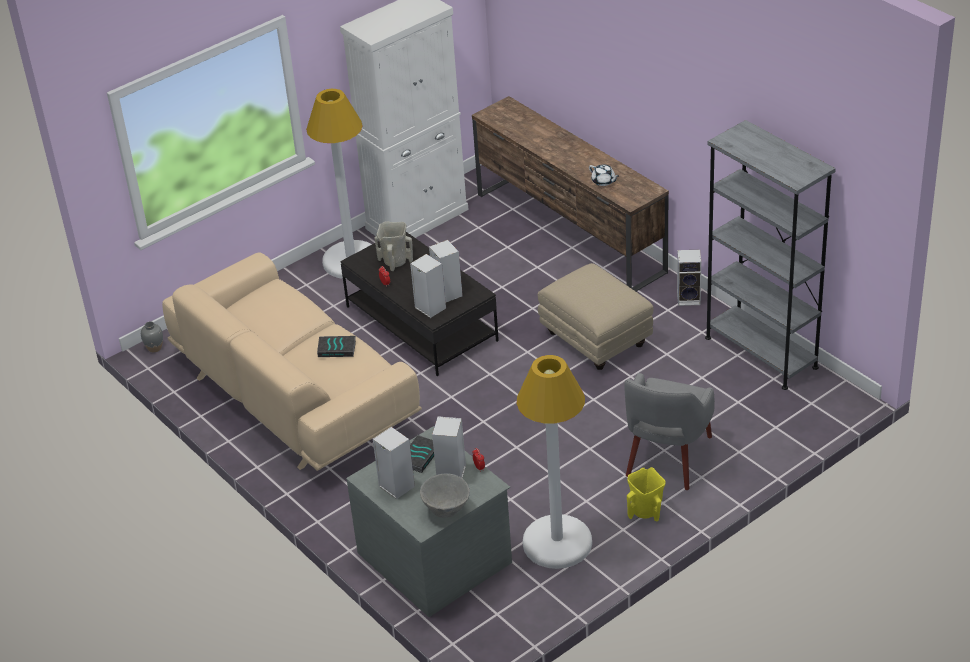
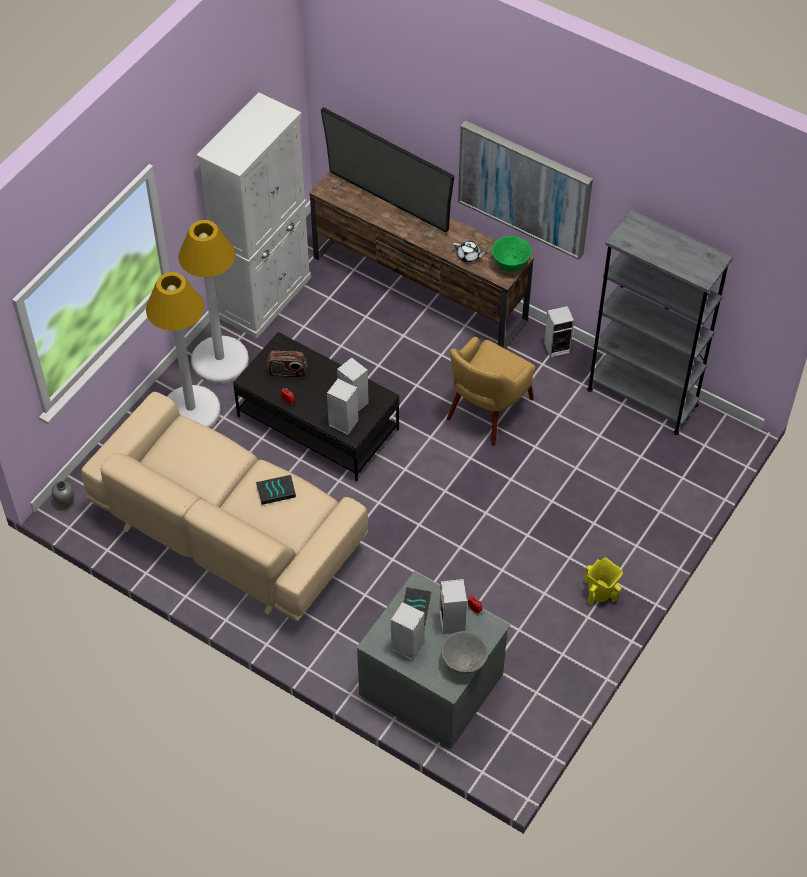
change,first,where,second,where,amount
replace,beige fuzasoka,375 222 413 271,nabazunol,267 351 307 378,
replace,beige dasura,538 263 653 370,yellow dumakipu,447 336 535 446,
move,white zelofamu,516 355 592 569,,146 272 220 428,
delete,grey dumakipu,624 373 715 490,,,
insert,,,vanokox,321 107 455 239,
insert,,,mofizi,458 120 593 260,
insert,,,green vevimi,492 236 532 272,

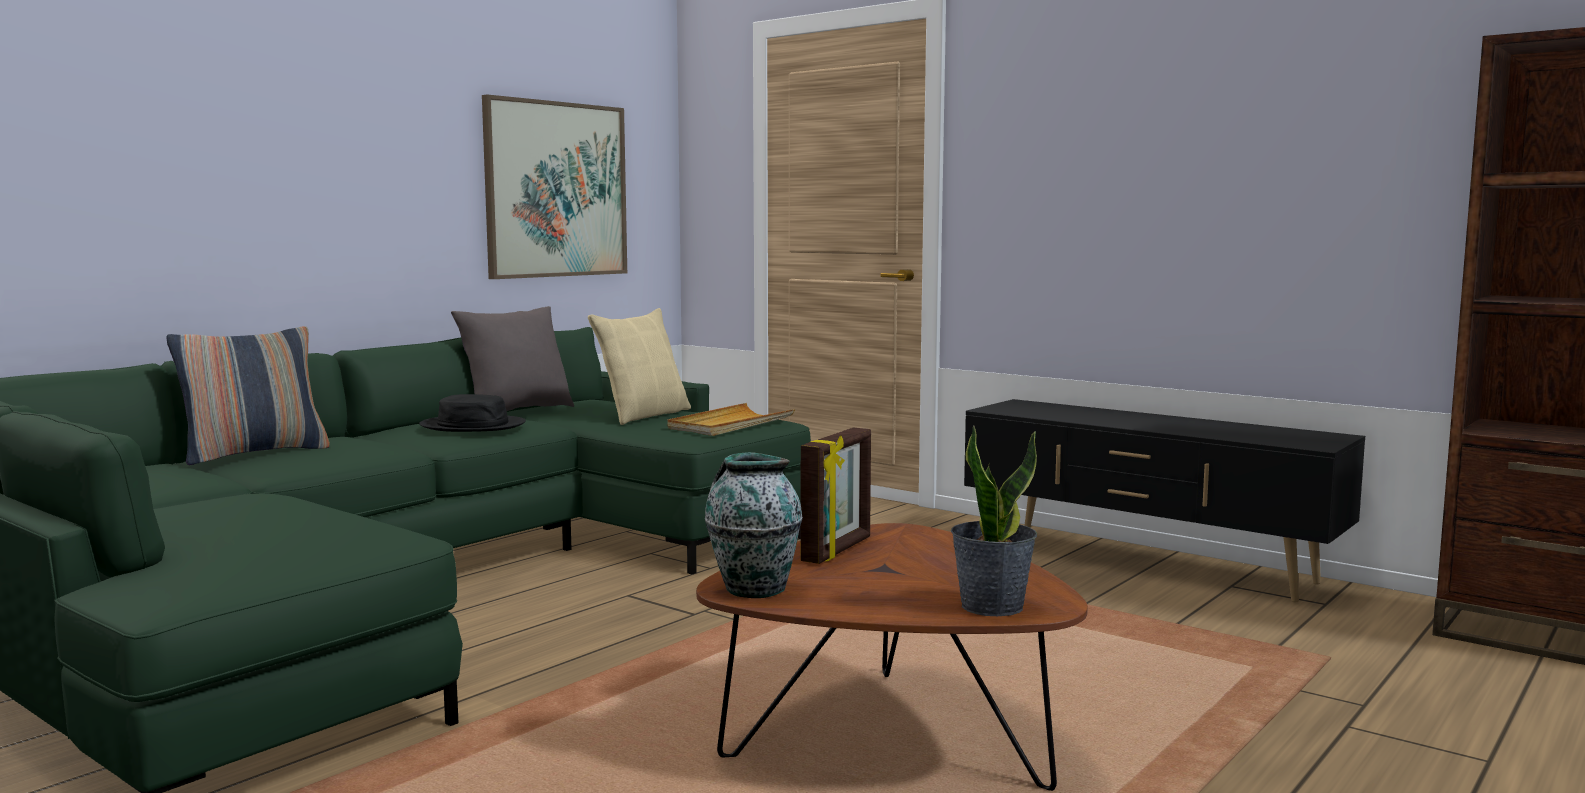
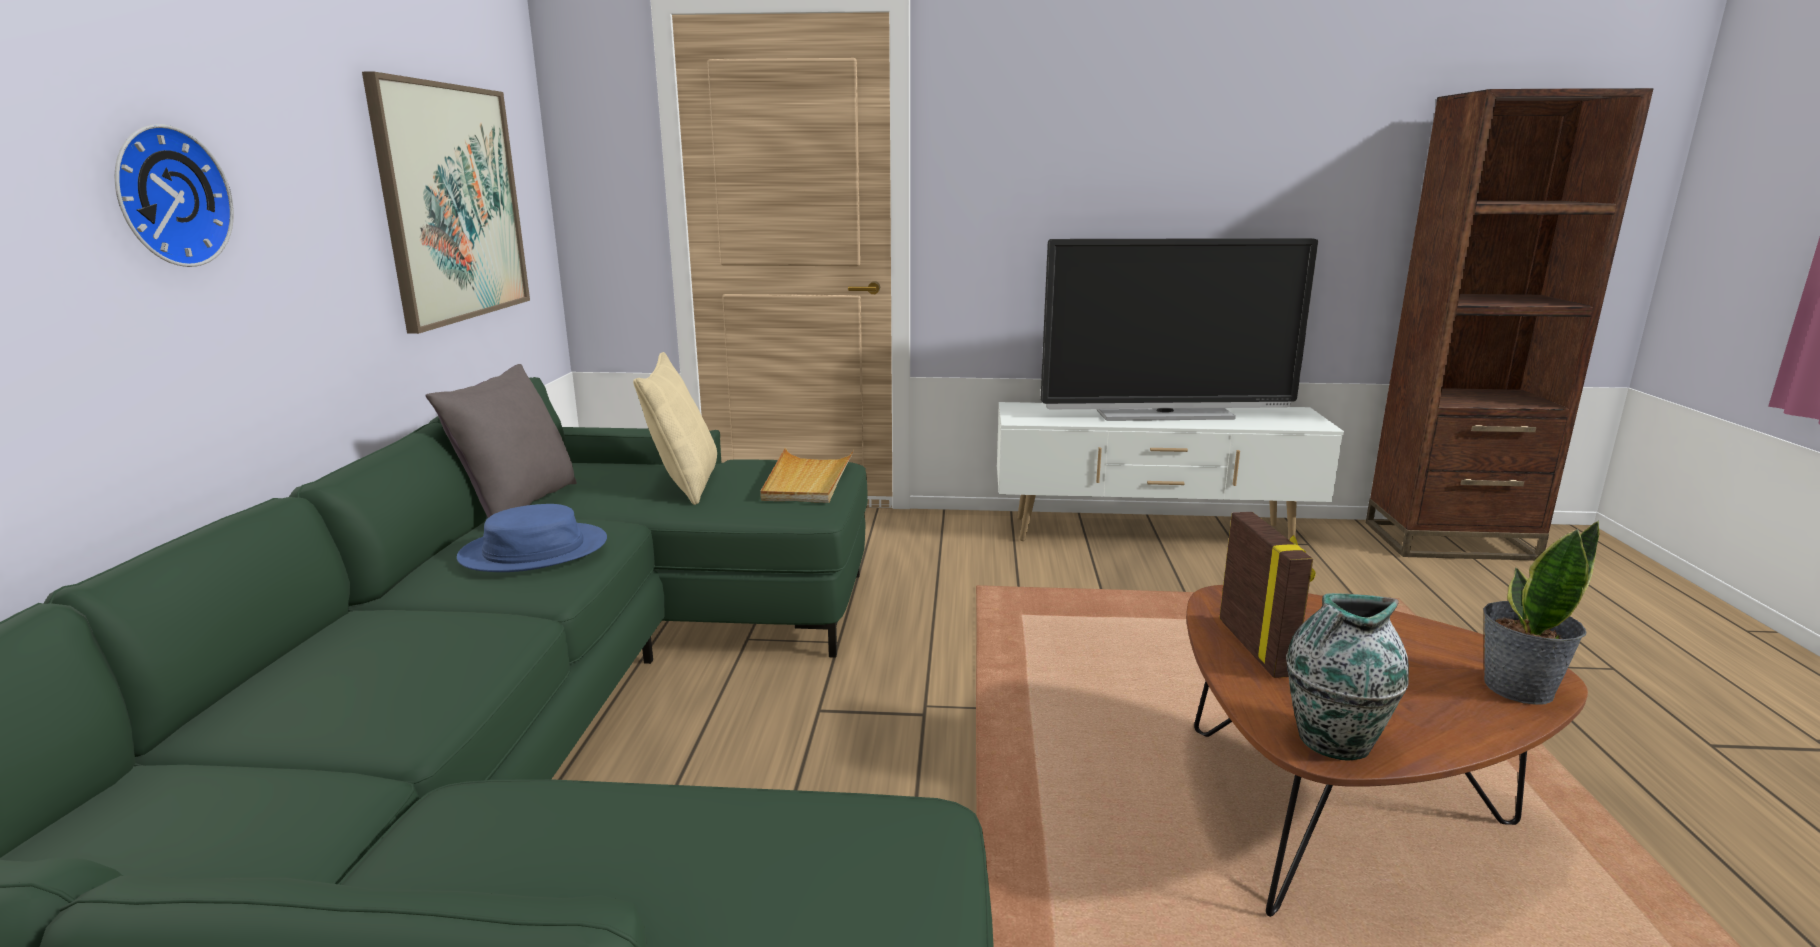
change,first,where,second,where,amount
delete,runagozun,166 326 330 465,,,
recolor,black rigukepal,419 394 526 432,blue rigukepal,457 504 607 572,
recolor,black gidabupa,964 399 1365 603,white gidabupa,997 402 1344 541,
insert,,,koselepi,115 124 234 267,
insert,,,vanokox,1041 238 1318 421,

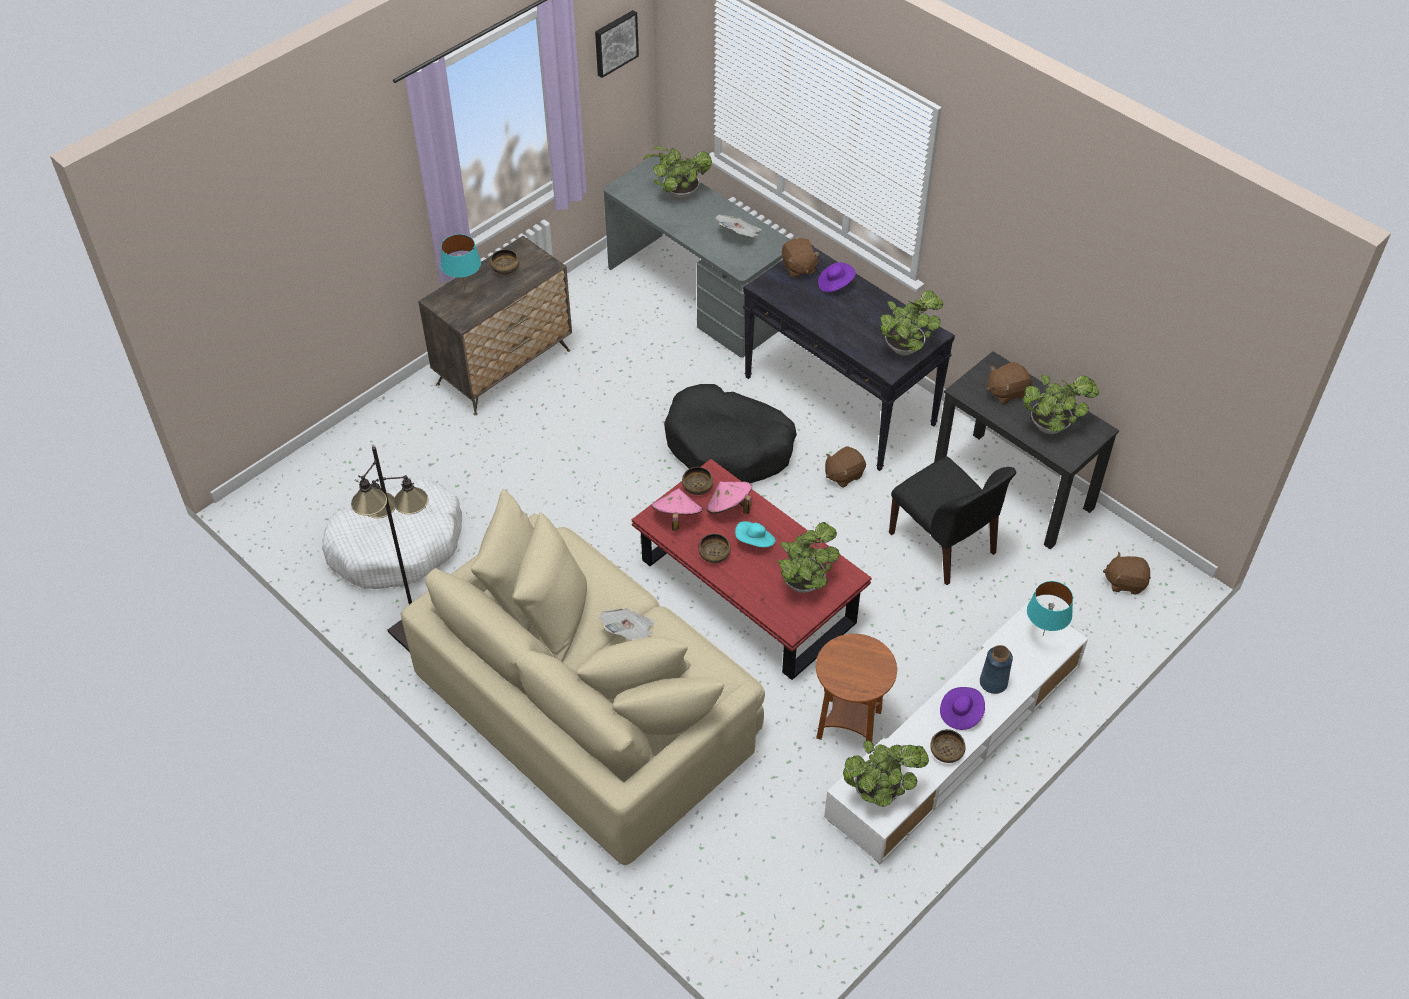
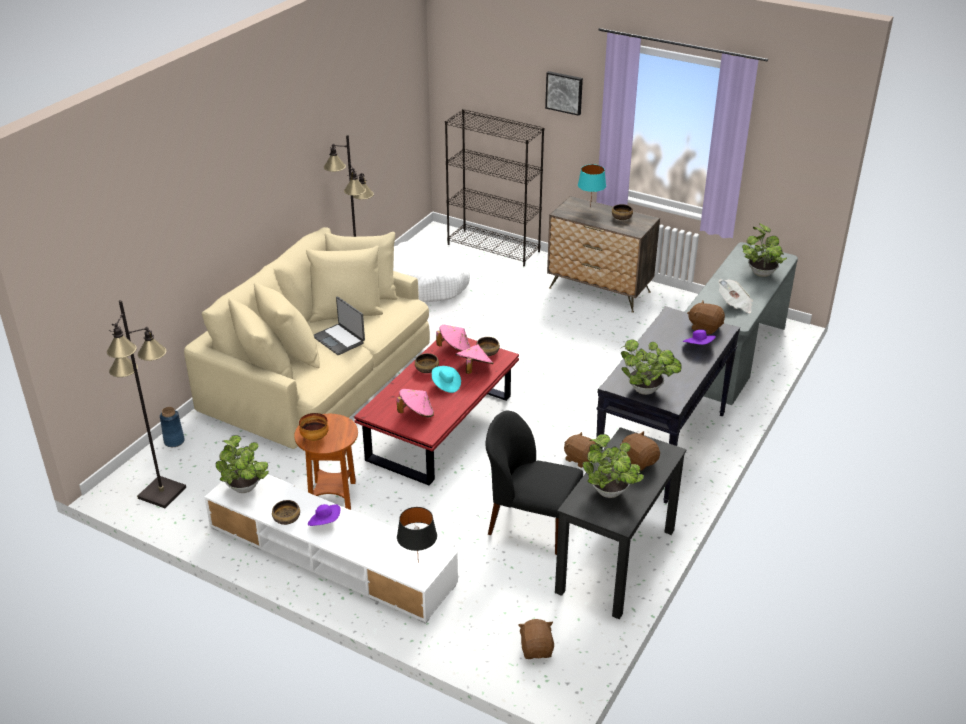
change,first,where,second,where,amount
move,mofizi,595 10 639 78,,545 71 583 116,
rotate,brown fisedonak,782 238 820 278,,687 301 725 335,60 degrees clockwise
delete,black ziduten,664 384 797 483,,,
rotate,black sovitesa,889 457 1016 585,,485 411 583 555,75 degrees clockwise
replace,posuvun,777 522 840 593,pink rigukepal,397 389 434 418,
recolor,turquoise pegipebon,1027 581 1073 636,black pegipebon,397 507 437 563,
replace,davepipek,599 608 655 640,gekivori,314 297 365 355,
move,blue fuzasoka,980 645 1013 694,,160 407 185 447,
insert,,,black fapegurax,445 109 544 266,
insert,,,black zelofamu,107 300 186 508,
insert,,,vevimi,299 413 329 441,

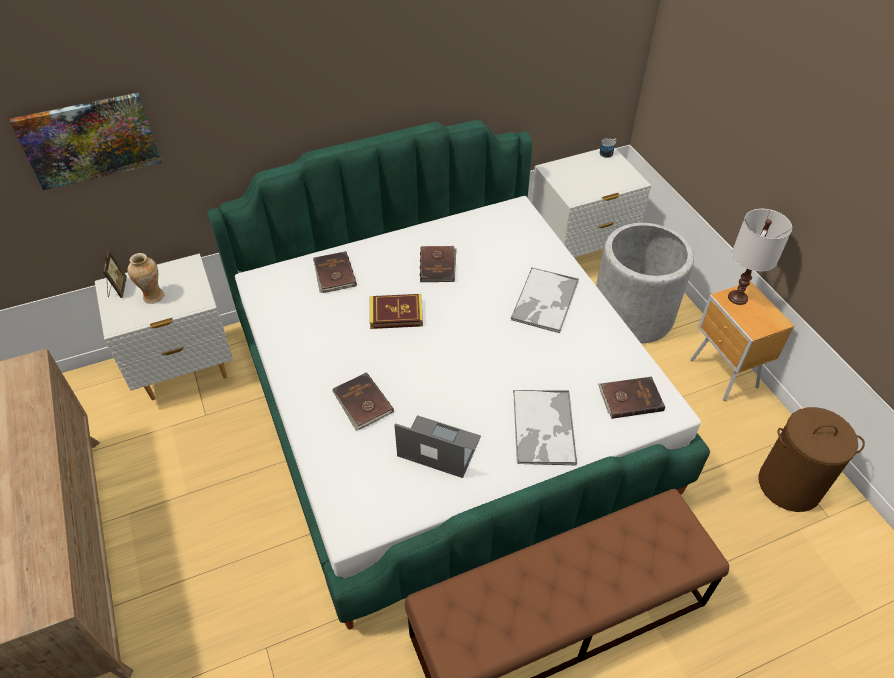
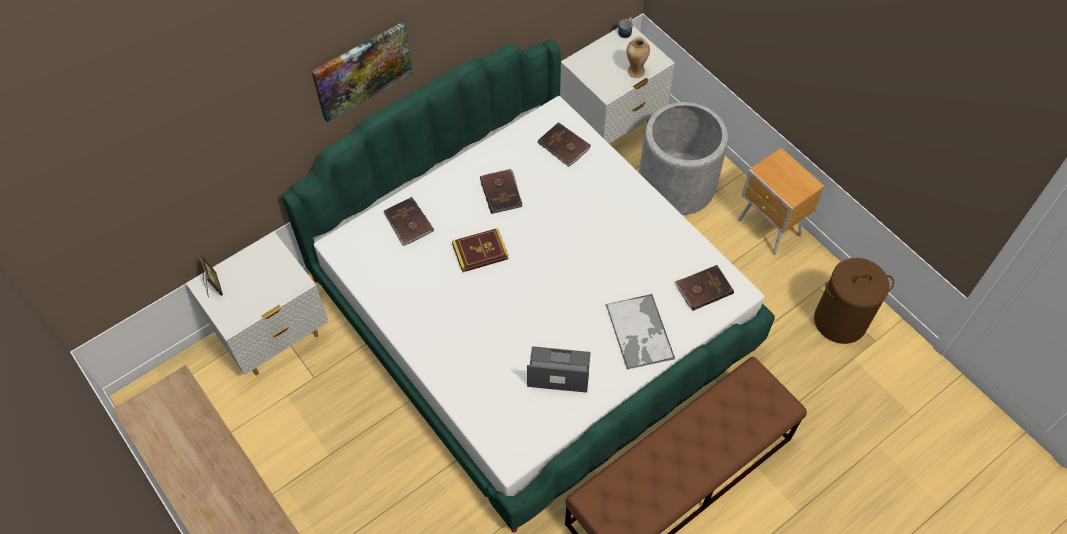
change,first,where,second,where,amount
move,mofizi,10 93 162 190,,311 22 413 122,
delete,white pegipebon,728 209 792 305,,,
move,fuzasoka,127 253 164 304,,626 36 650 78,
delete,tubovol,510 267 579 333,,,
move,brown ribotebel,333 372 394 431,,538 122 590 167,

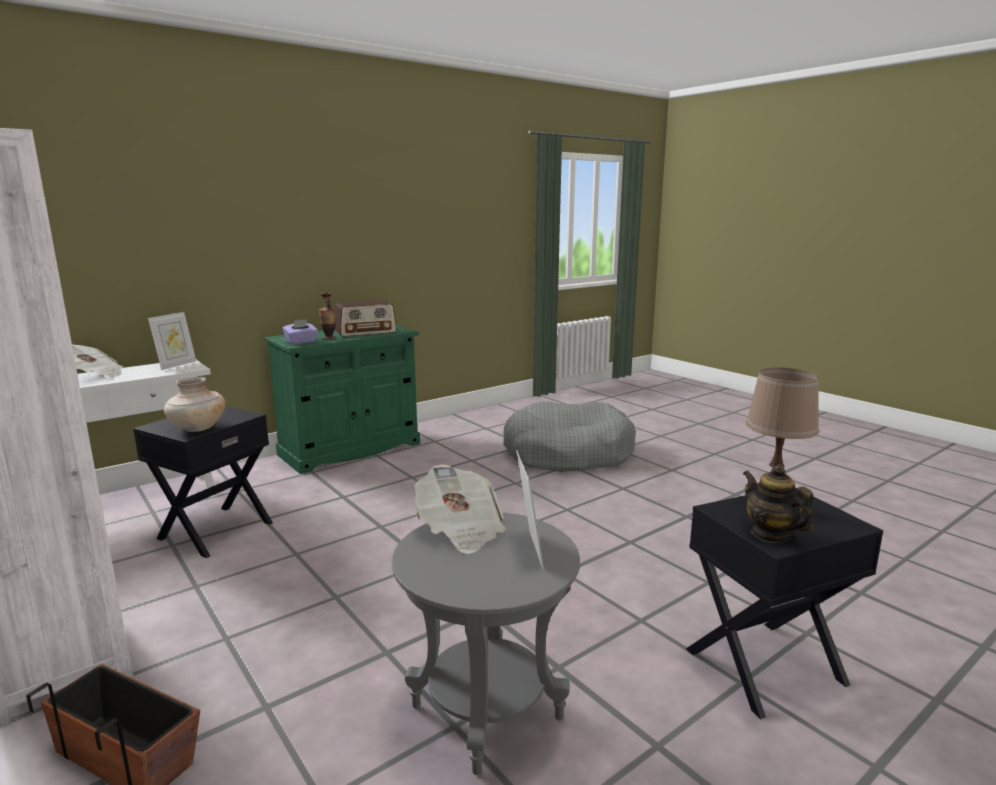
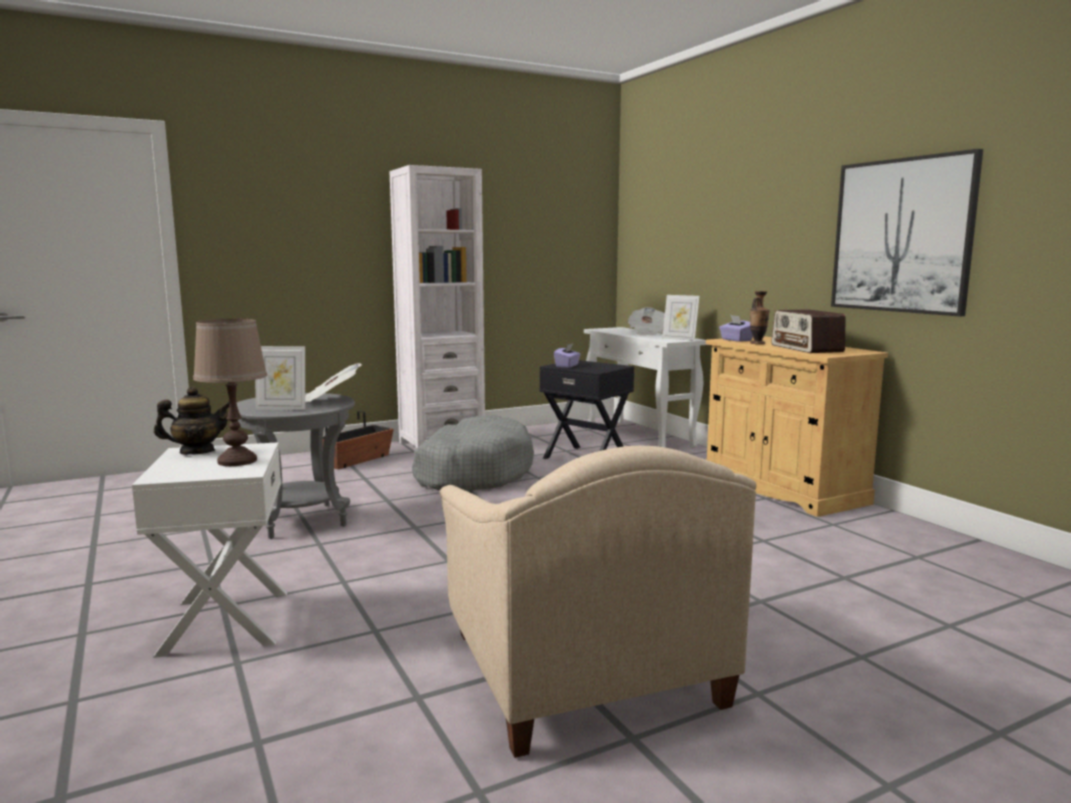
change,first,where,second,where,amount
recolor,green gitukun,264 325 420 474,beige gitukun,705 336 888 517,
replace,beige fuzasoka,164 377 225 432,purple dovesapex,554 343 581 368,
move,grey ziduten,503 402 636 472,,412 415 534 491,
recolor,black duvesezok,686 488 883 719,white duvesezok,132 442 287 658,
insert,,,mofizi,831 149 983 316,
insert,,,beige dumakipu,440 446 756 758,

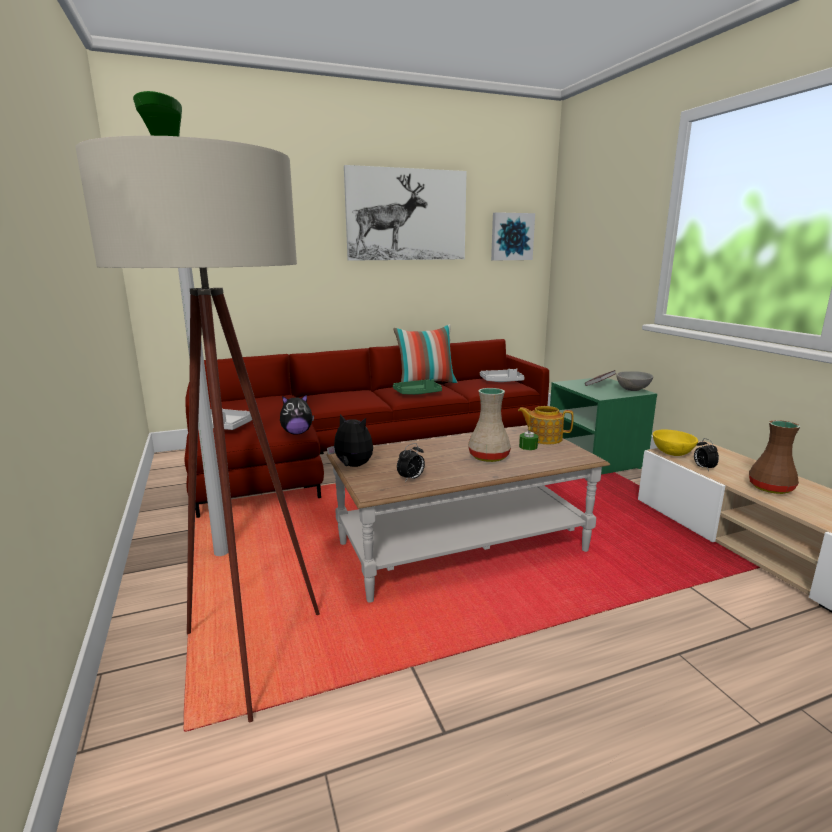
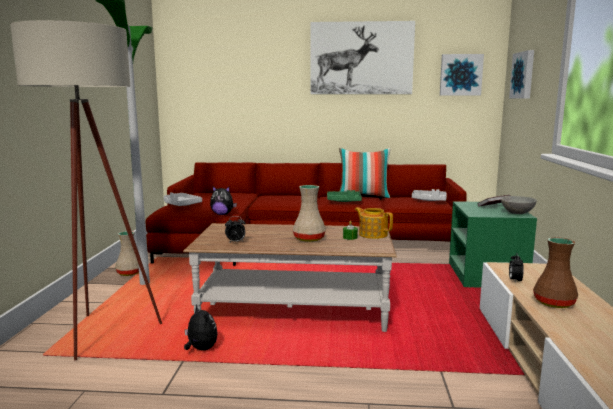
change,first,where,second,where,amount
move,fisedonak,327 414 373 467,,184 304 217 351,
delete,yellow vevimi,653 429 698 456,,,
insert,,,mofizi,509 50 534 99,
insert,,,beige fuzasoka,115 231 139 276,

